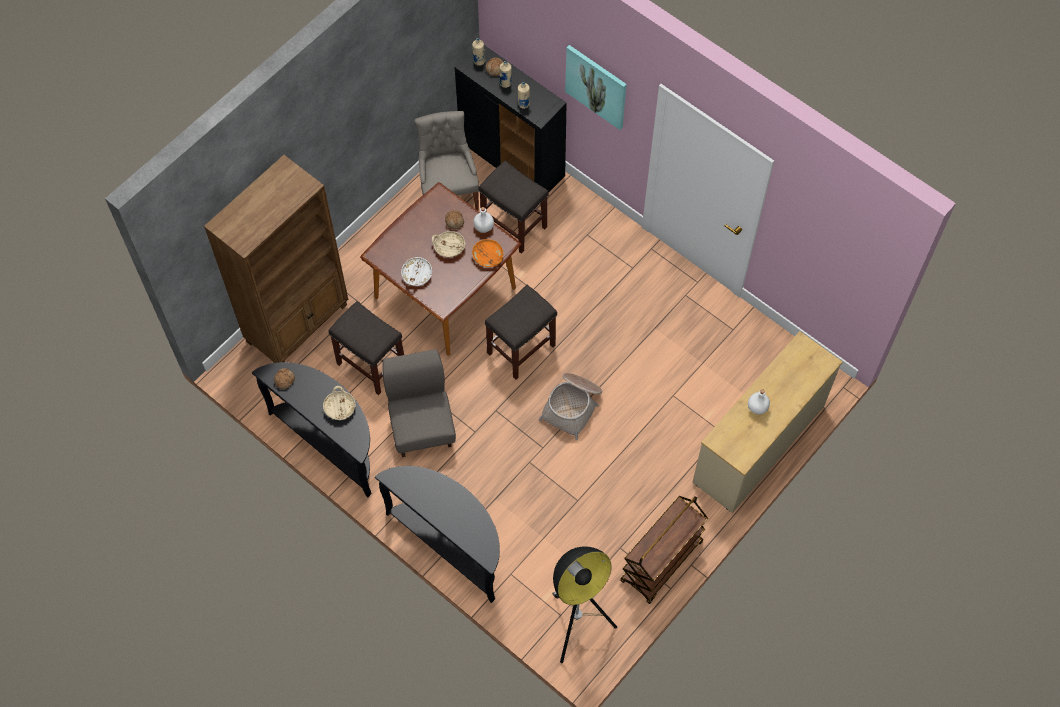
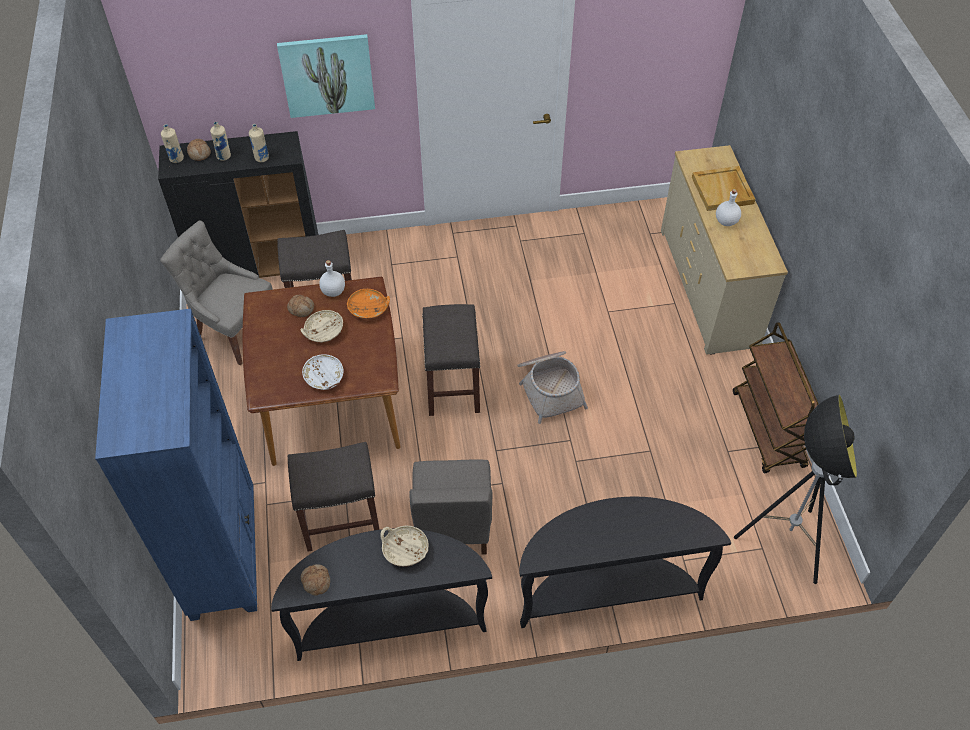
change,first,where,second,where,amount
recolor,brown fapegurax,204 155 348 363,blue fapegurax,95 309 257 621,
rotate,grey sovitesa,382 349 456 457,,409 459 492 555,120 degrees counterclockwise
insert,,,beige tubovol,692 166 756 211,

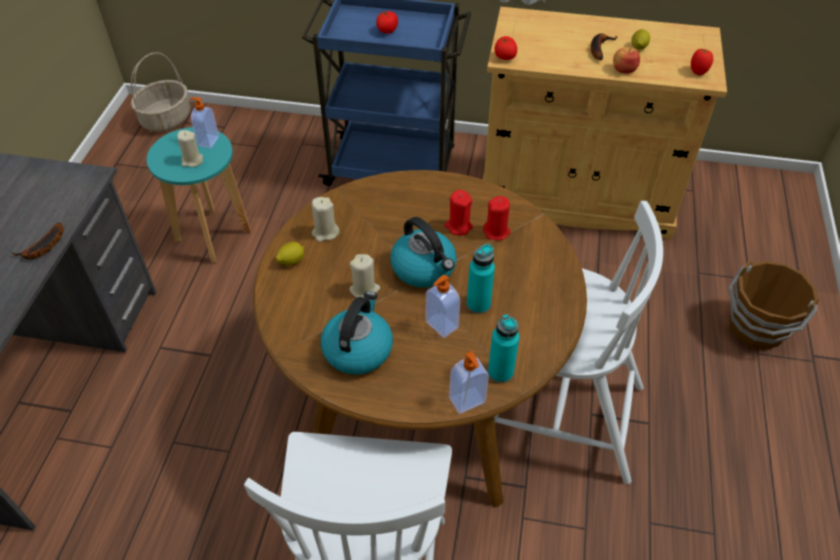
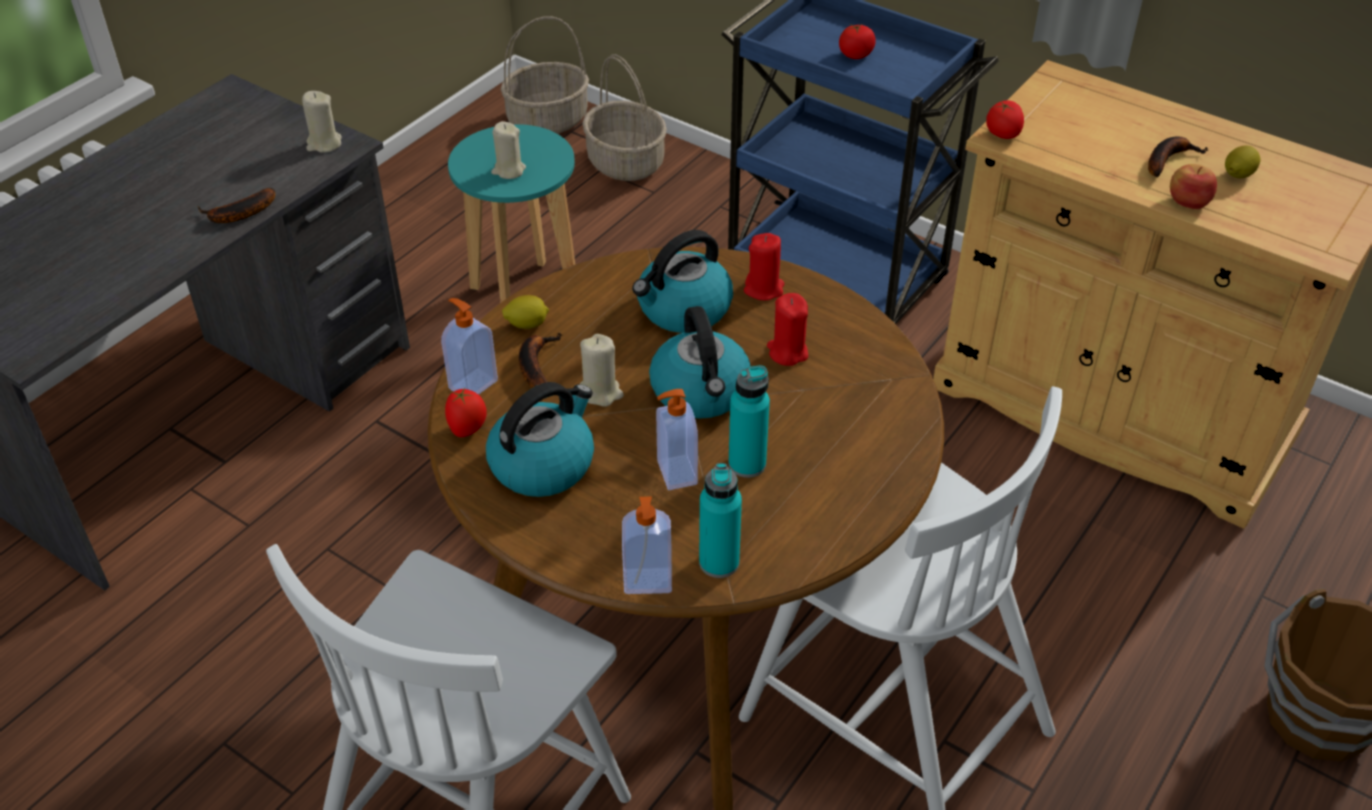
change,first,where,second,where,amount
move,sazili,691 48 713 75,,445 388 486 437,
move,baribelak,189 97 219 149,,441 298 498 395,
move,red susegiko,483 196 511 240,,744 233 784 300,
move,beige susegiko,312 197 340 242,,302 91 342 153,
insert,,,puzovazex,582 54 667 181,
insert,,,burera,632 230 733 333,
insert,,,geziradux,519 333 562 388,

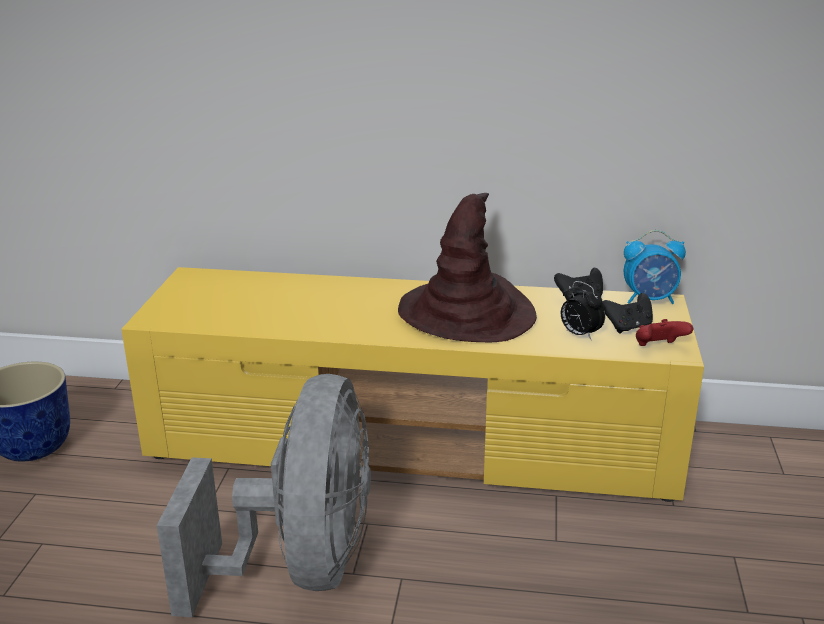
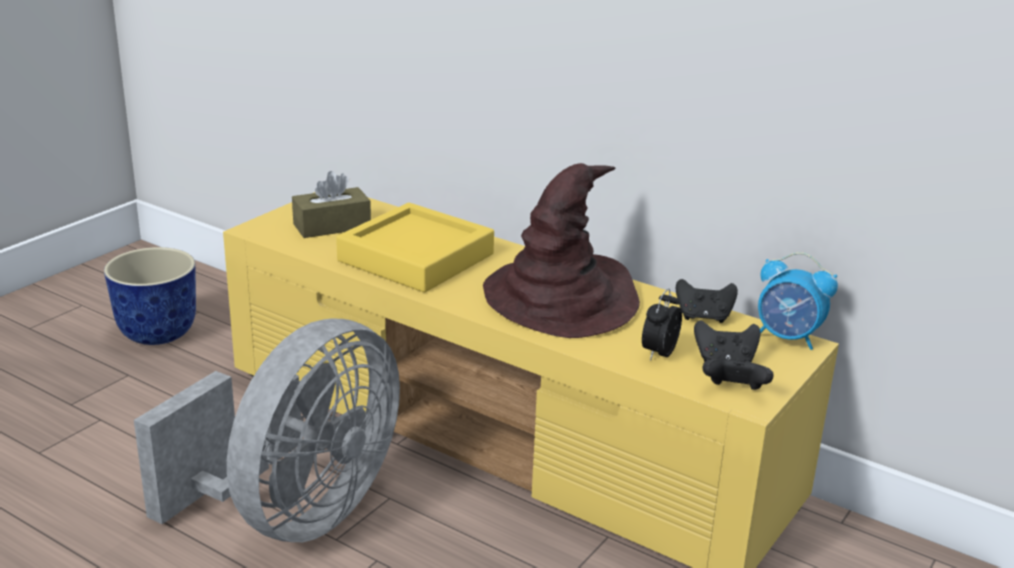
change,first,where,second,where,amount
rotate,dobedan,561 281 605 340,,642 289 682 361,45 degrees clockwise
recolor,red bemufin,636 319 693 346,black bemufin,703 358 774 390,
insert,,,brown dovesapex,292 171 371 238,
insert,,,yellow tubovol,336 203 494 292,

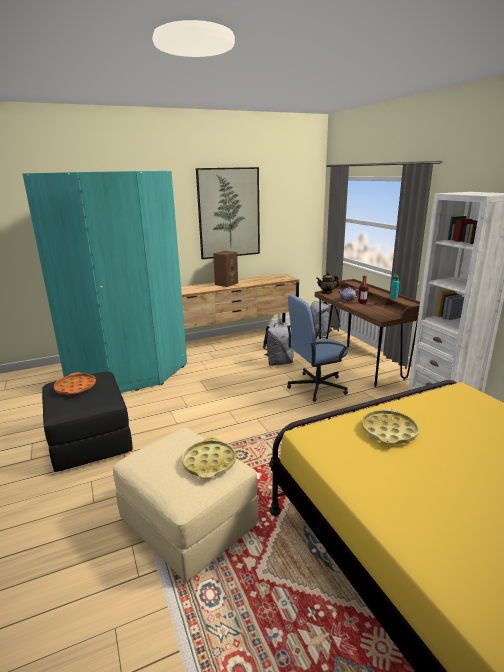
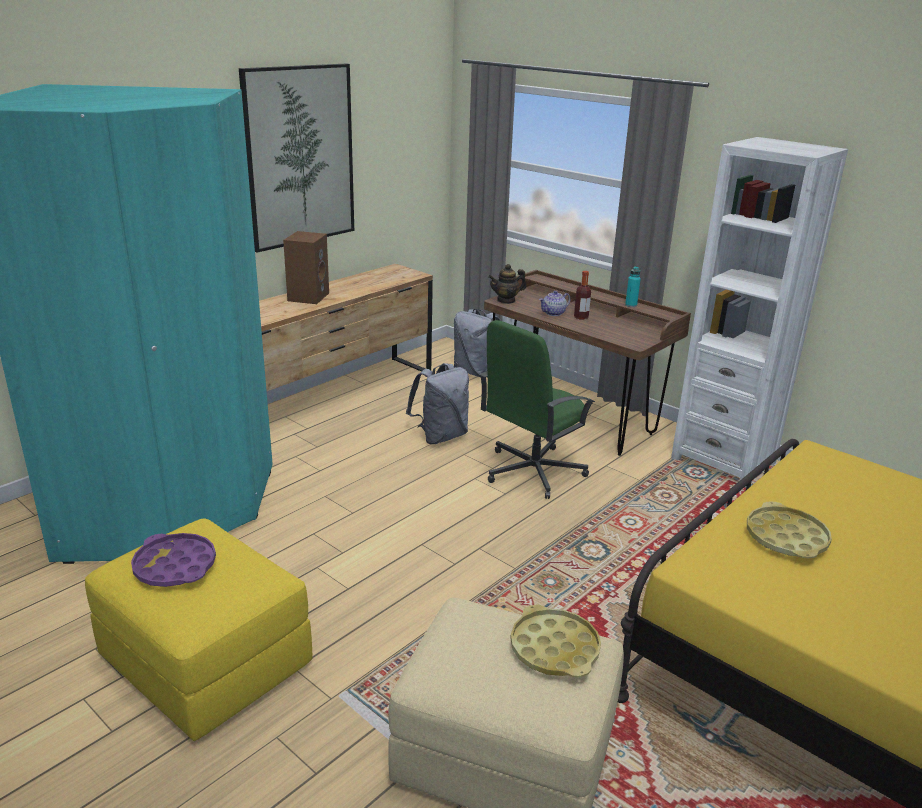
change,first,where,second,where,amount
recolor,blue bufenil,287 295 348 402,green bufenil,480 320 595 499,
recolor,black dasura,42 372 133 472,yellow dasura,85 518 312 741,
recolor,orange tubovol,54 372 96 394,purple tubovol,131 533 216 587,

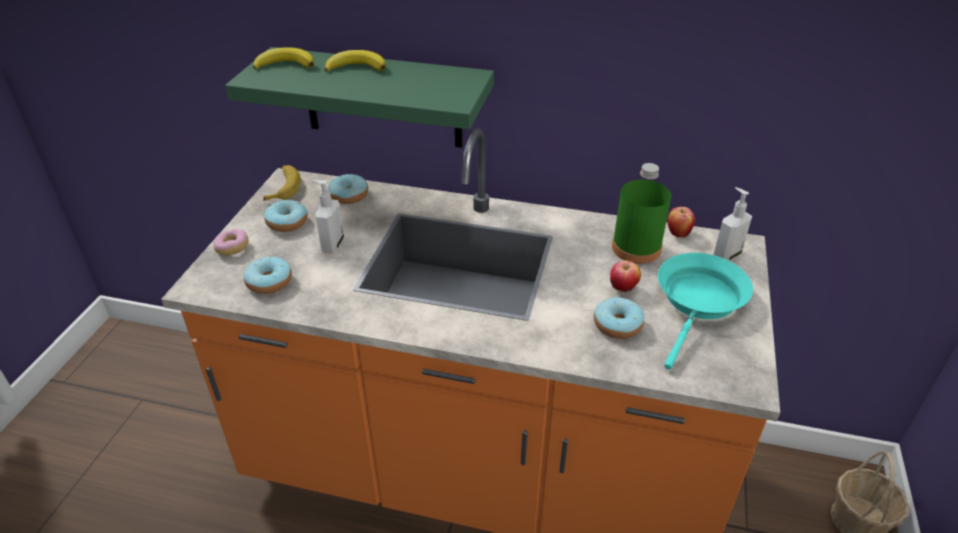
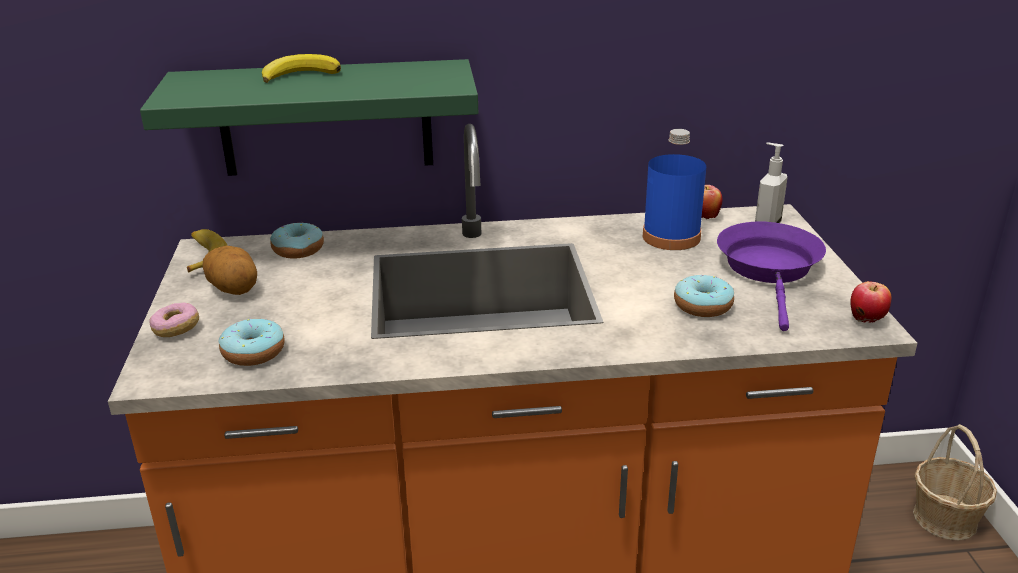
change,first,where,second,where,amount
delete,geziradux,253 47 314 70,,,
recolor,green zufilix,612 163 671 264,blue zufilix,643 129 706 250,
delete,baribelak,313 180 344 253,,,
replace,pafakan,264 200 307 232,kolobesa,203 246 257 295,
recolor,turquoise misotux,658 253 753 370,purple misotux,717 221 826 331,
move,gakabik,610 260 641 292,,850 281 892 323,

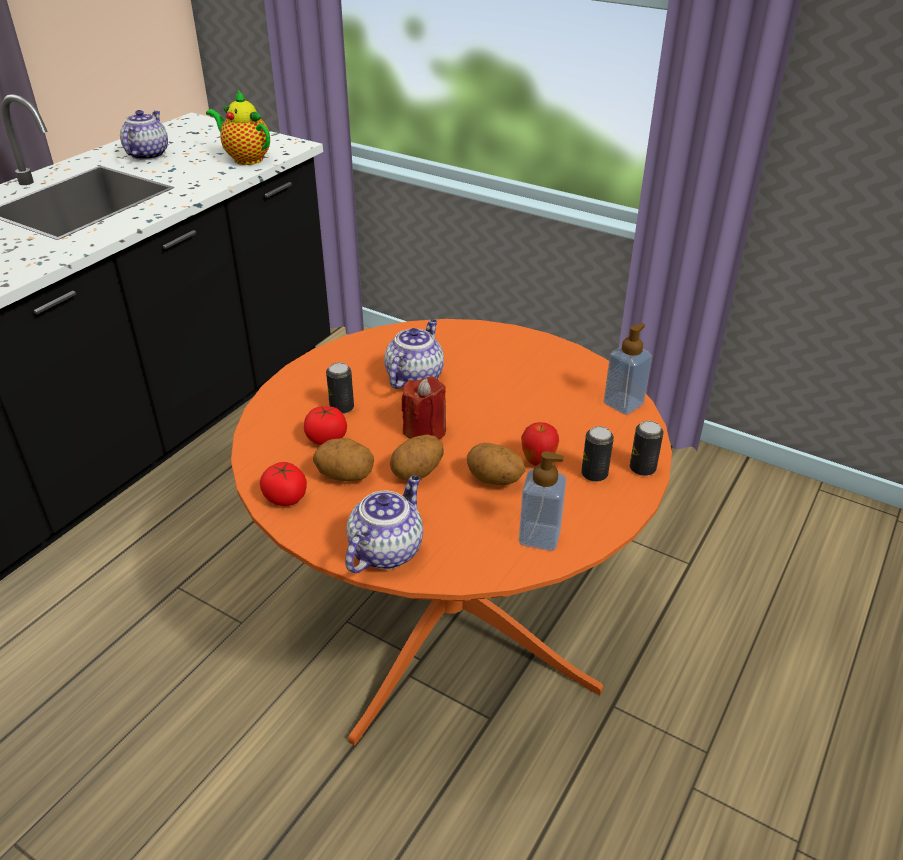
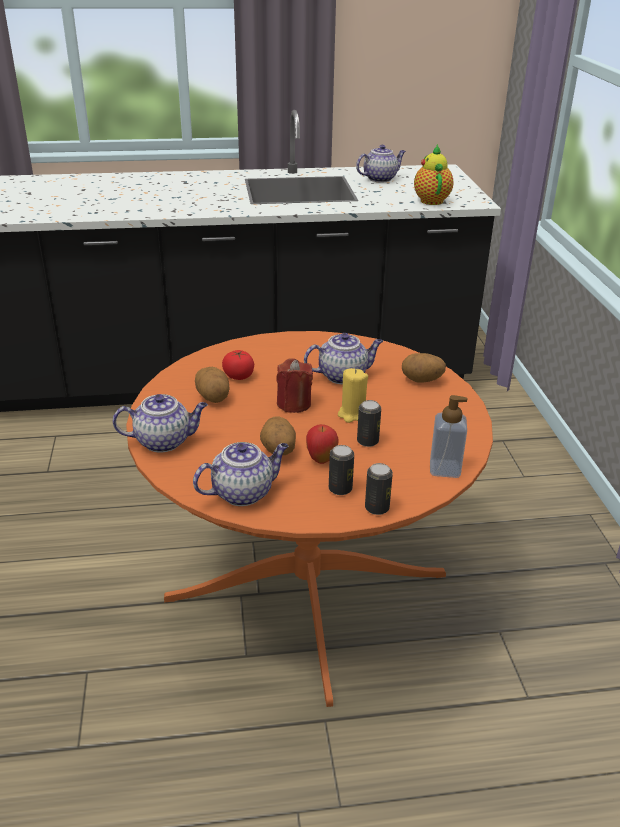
change,first,where,second,where,amount
move,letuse,326 362 354 414,,357 400 381 447,
move,kolobesa,390 434 444 480,,402 353 446 383,
replace,baribelak,519 451 567 551,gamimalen,193 442 289 506,
delete,sazili,260 462 307 506,,,
insert,,,yellow susegiko,338 368 368 423,

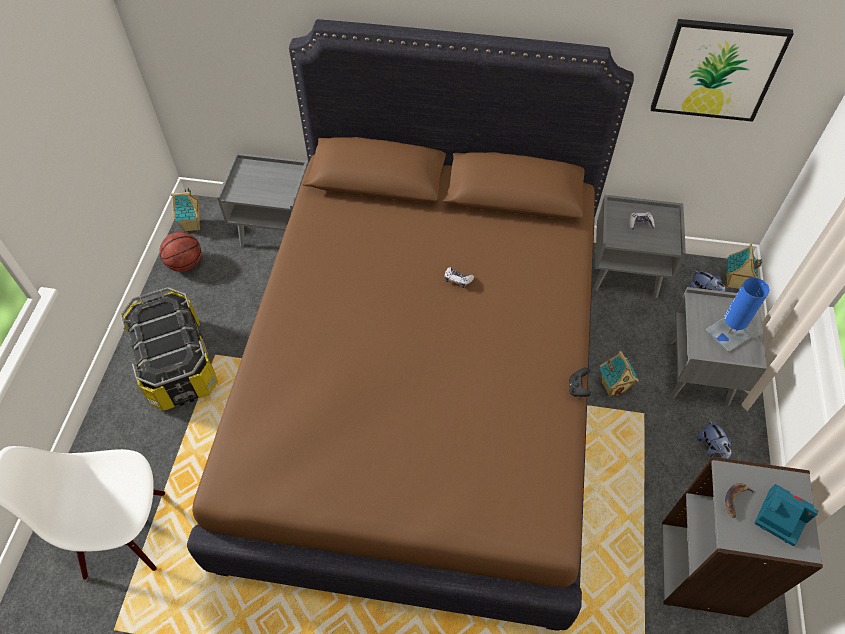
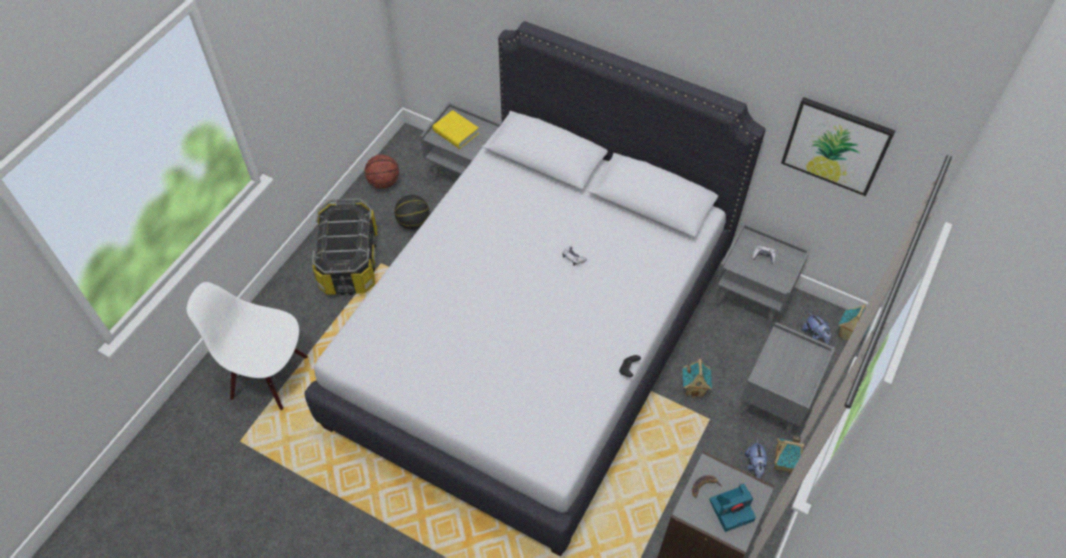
change,first,where,second,where,amount
recolor,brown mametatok,187 19 634 631,white mametatok,304 21 766 557,
move,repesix,171 188 201 232,,774 435 805 473,
delete,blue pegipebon,706 277 769 352,,,
rotate,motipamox,755 484 819 546,,709 483 756 532,105 degrees clockwise
insert,,,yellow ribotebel,433 110 479 149,
insert,,,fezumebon,394 195 429 230,

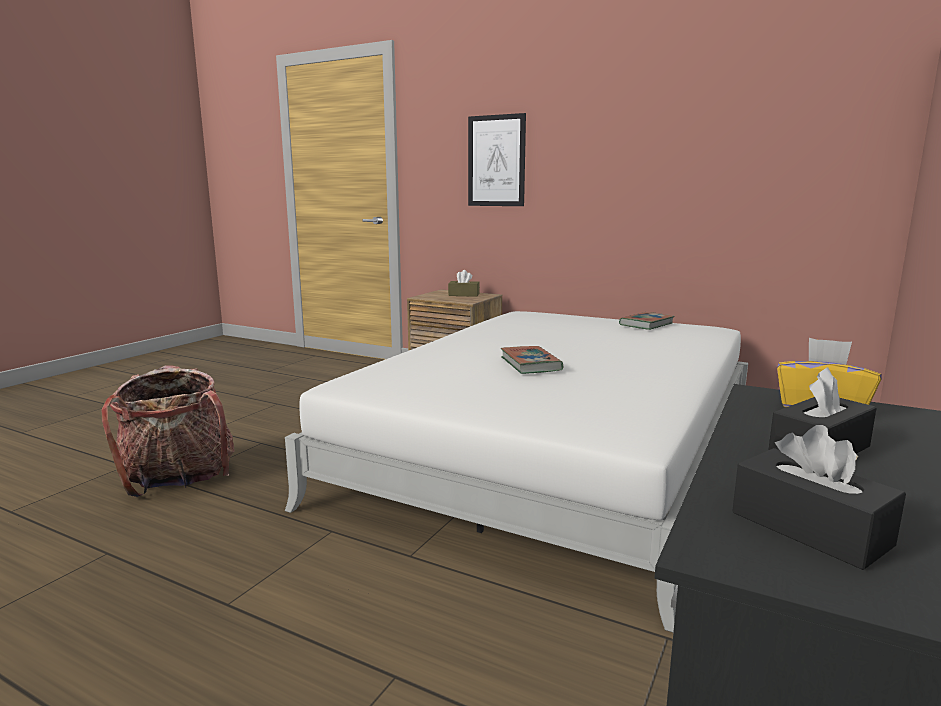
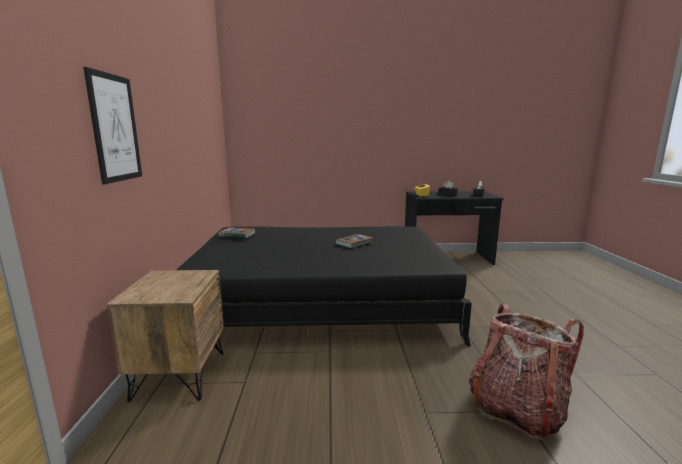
change,first,where,second,where,amount
delete,brown dovesapex,448 270 480 297,,,
recolor,white mametatok,285 311 748 632,black mametatok,177 226 472 346,

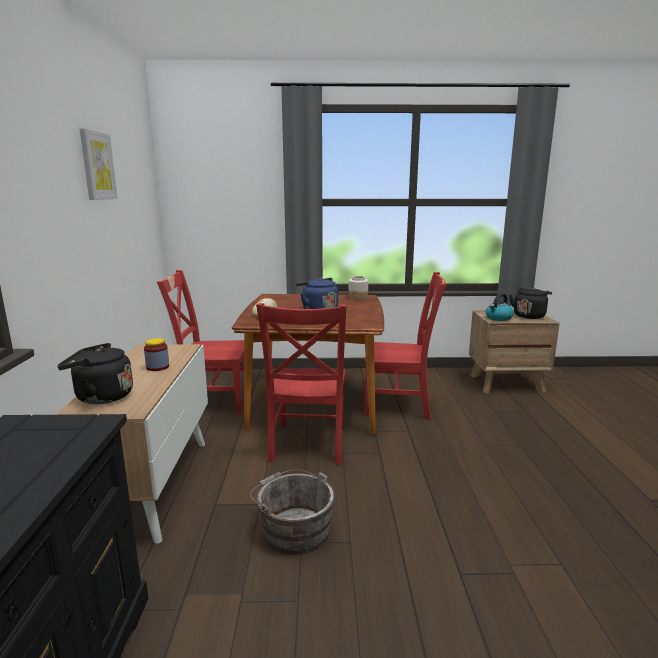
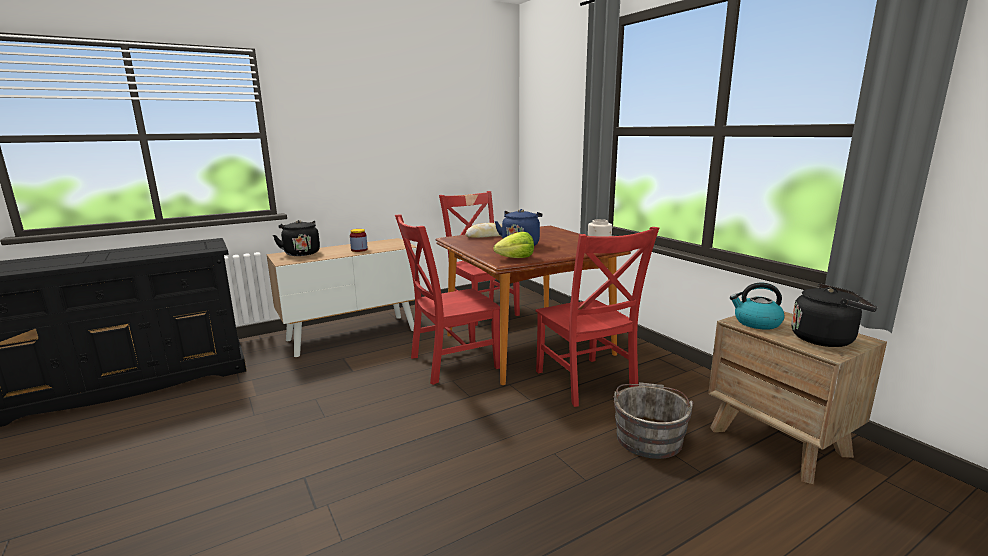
change,first,where,second,where,amount
delete,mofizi,80 128 118 200,,,
move,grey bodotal,250 469 335 555,,613 382 694 459,
insert,,,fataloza,493 232 534 258,

